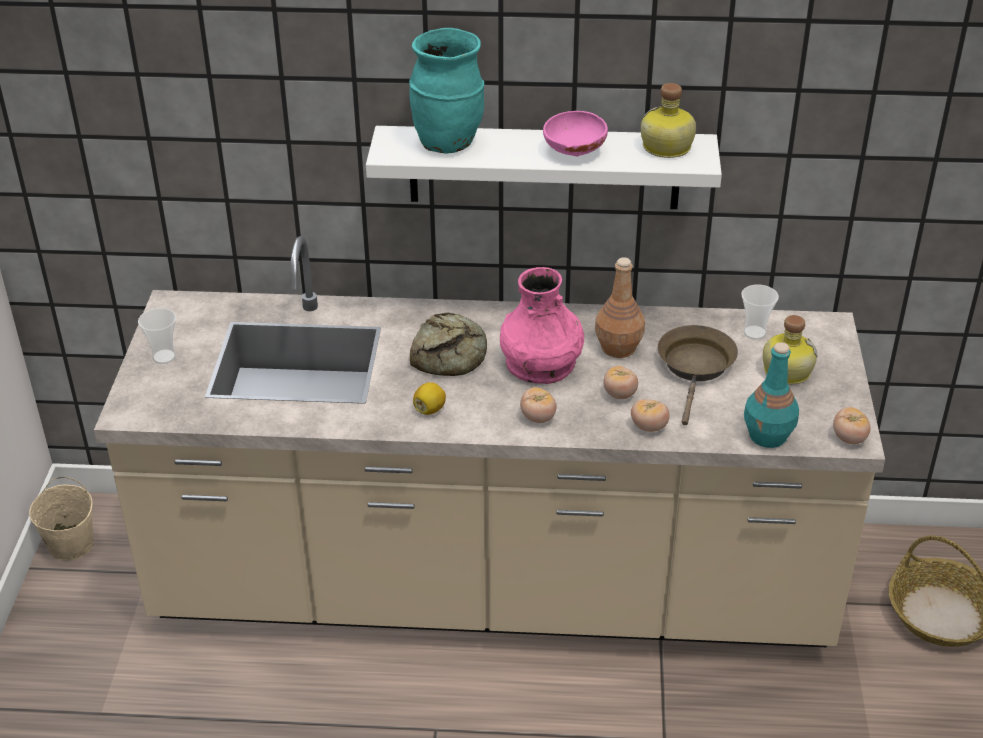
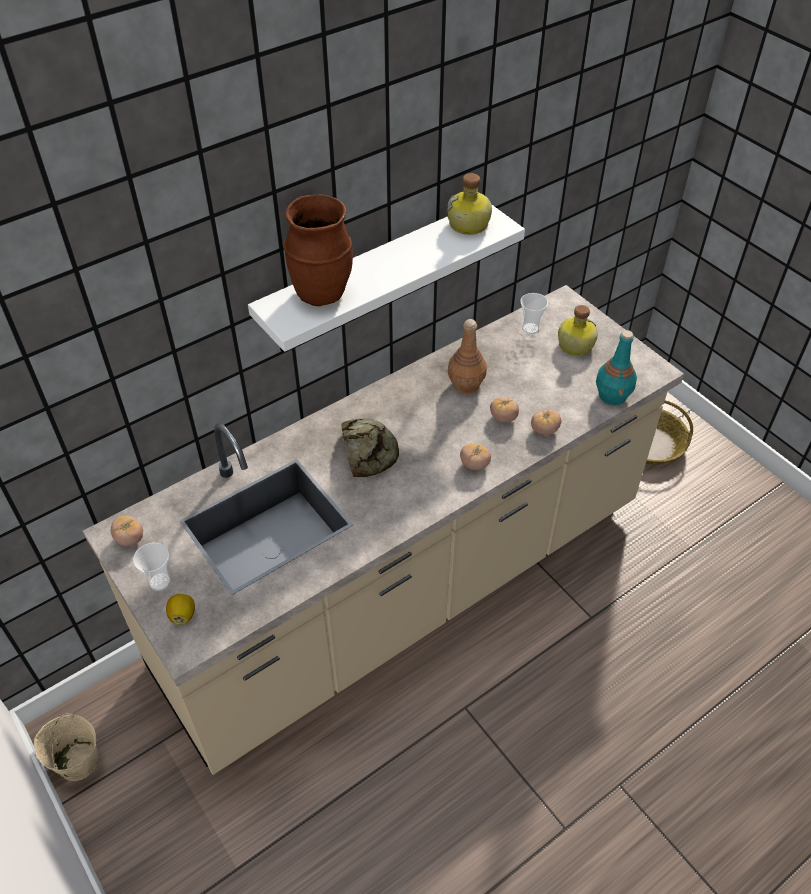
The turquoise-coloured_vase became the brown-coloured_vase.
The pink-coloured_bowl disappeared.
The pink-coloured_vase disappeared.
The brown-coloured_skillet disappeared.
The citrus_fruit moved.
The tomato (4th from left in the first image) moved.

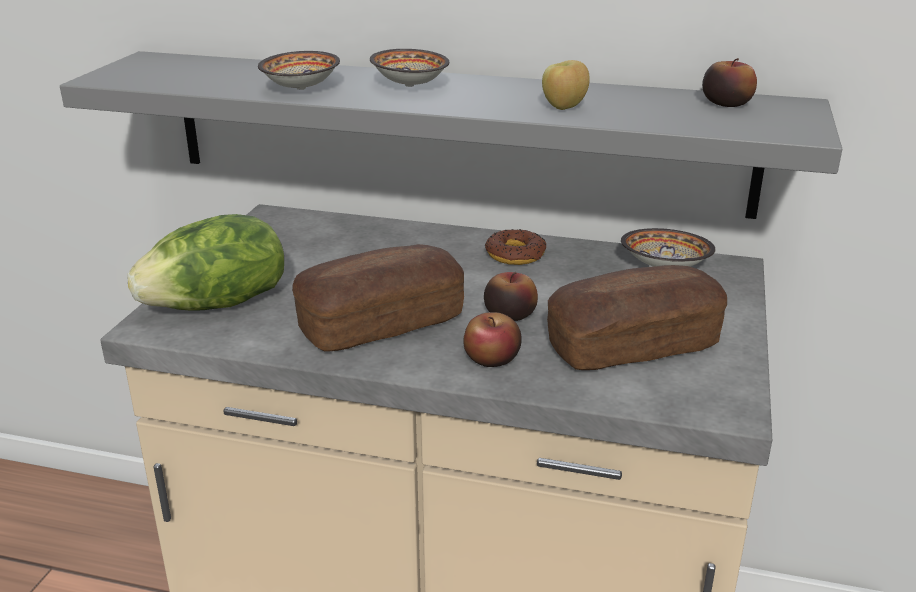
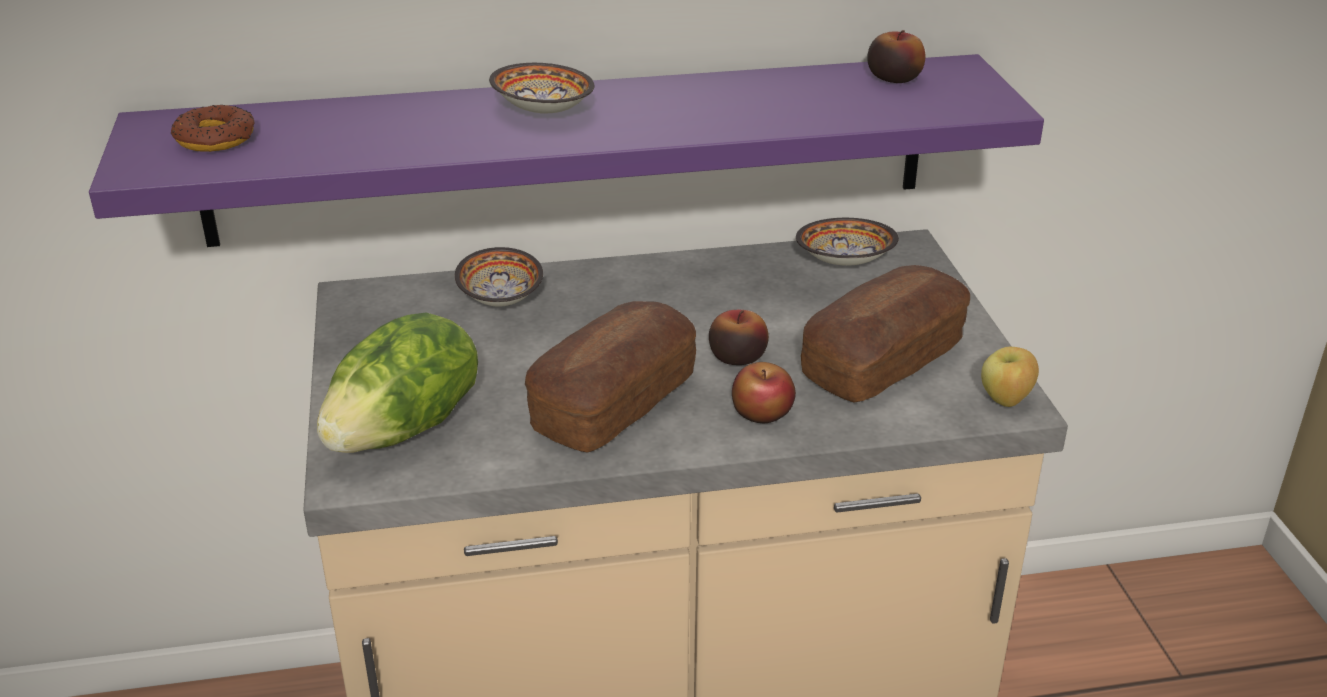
The grey_shelf became the purple_shelf.
The bowl (1st from left) moved.
The apple (3rd from left in the first image) moved.
The ring_doughnut moved.

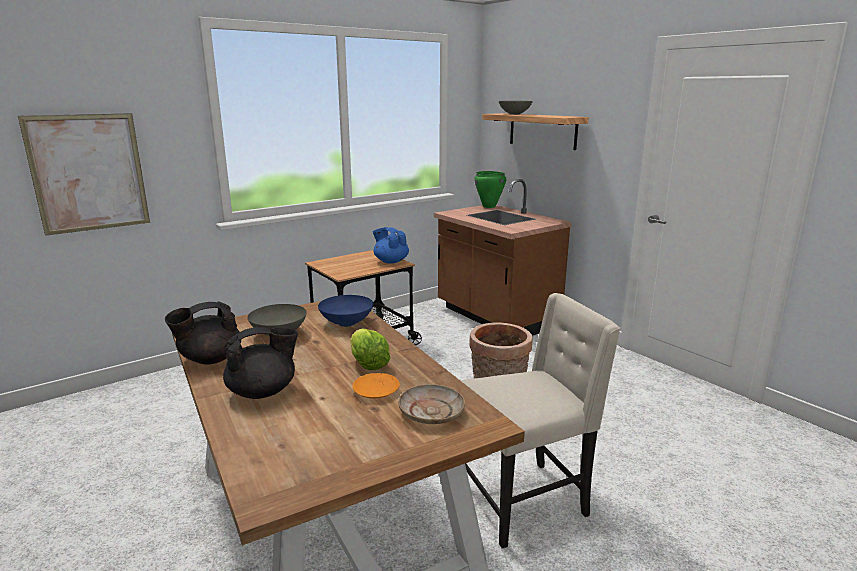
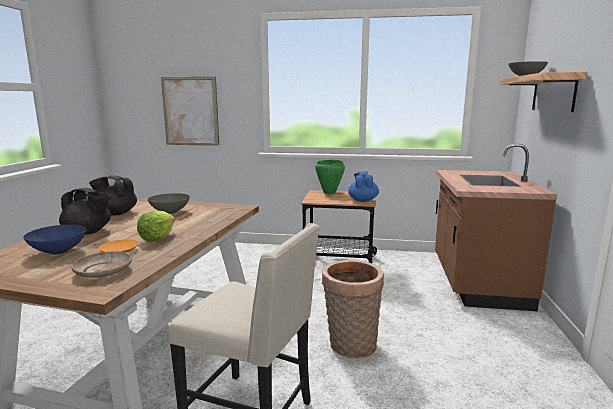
The greenish_saucepot moved.
The blue-coloured_bowl moved.

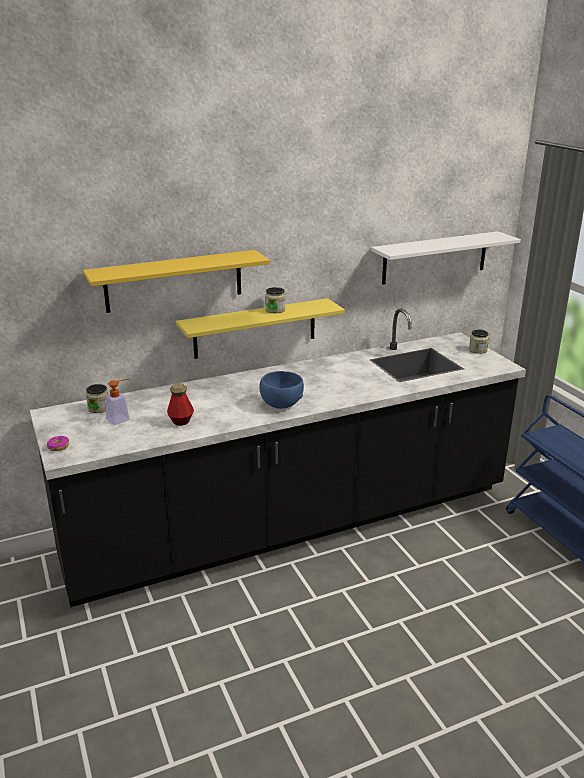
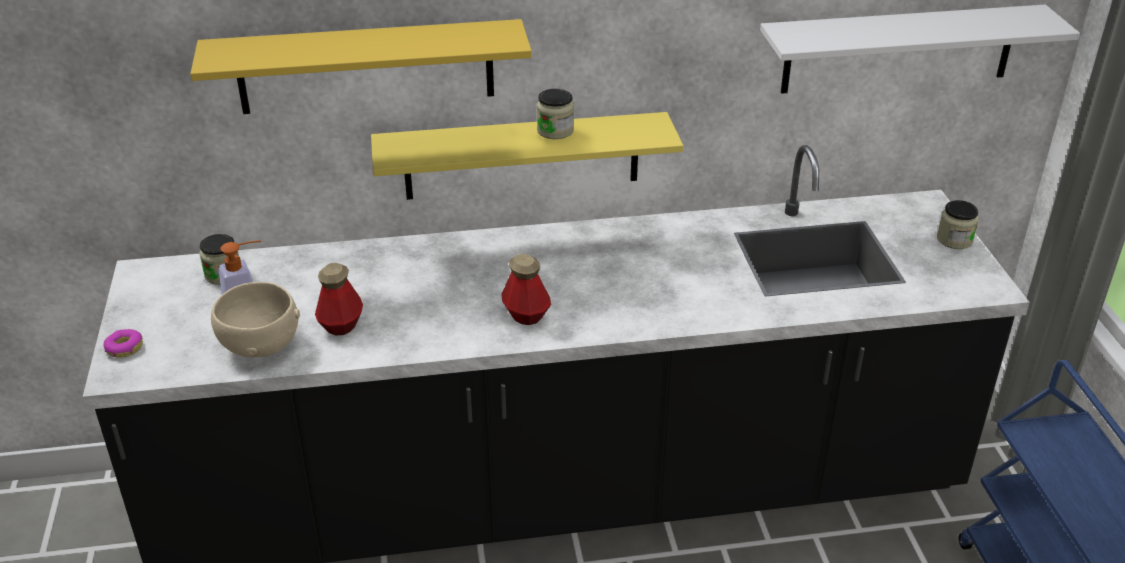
The blue-coloured_bowl was replaced by the beverage_bottle (2nd from left).
The beige-coloured_bowl appeared.

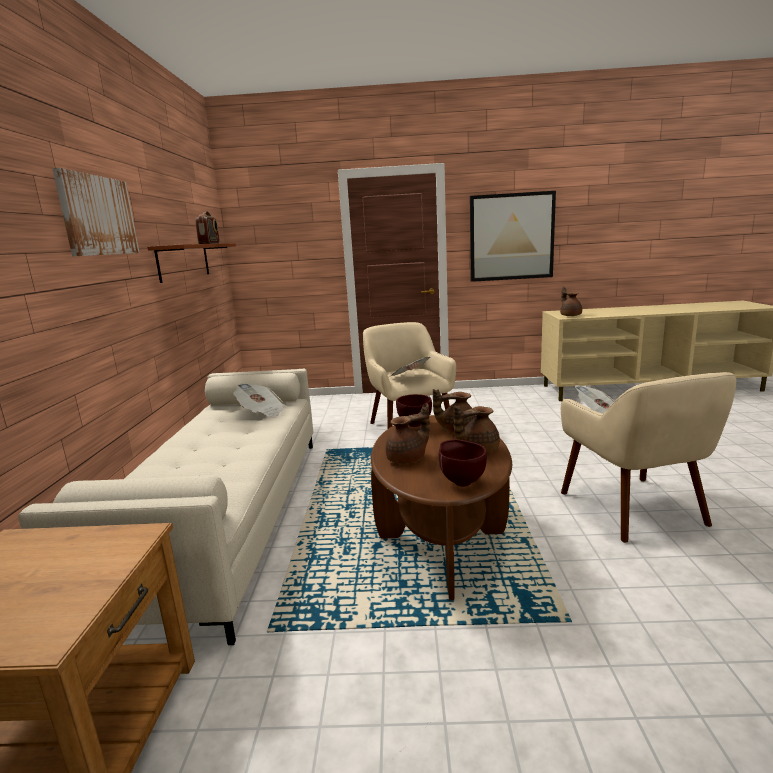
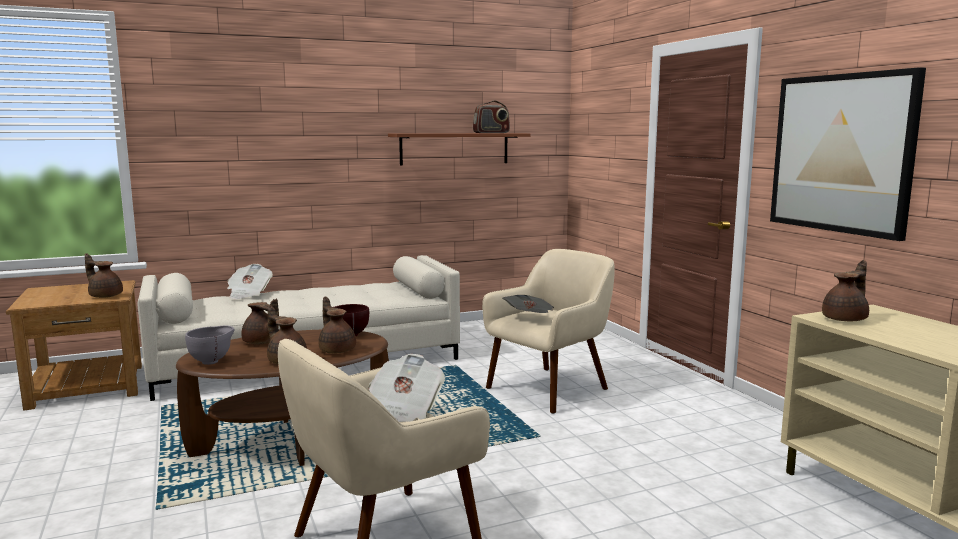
The wall_art (1st from left) disappeared.
The printed_paper (1st from left) moved.
The brown-coloured_bowl (2nd from left) became the grey_bowl.
The brown-coloured_tea_pot (1st from left) appeared.

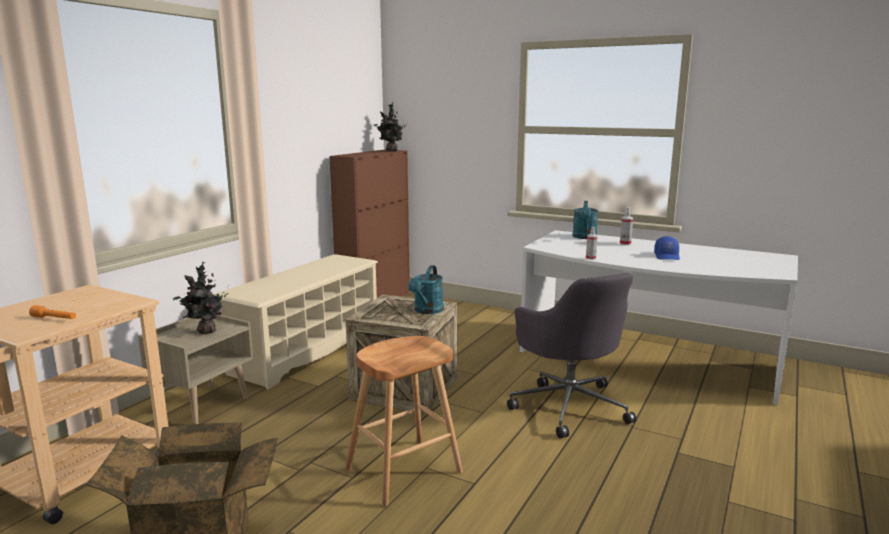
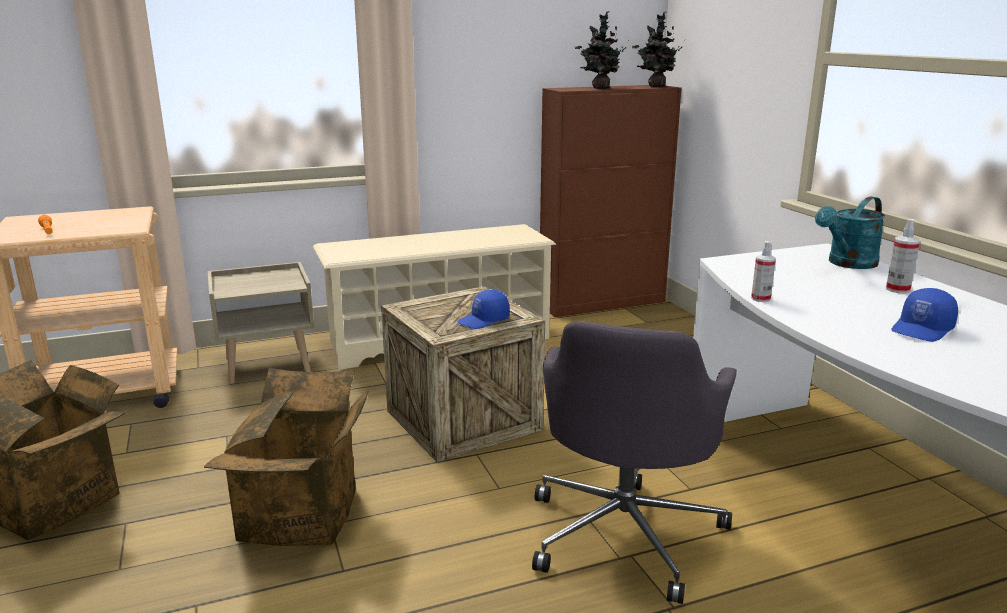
The plant_in_a_pot (1st from left) moved.
The turquoise-coloured_watering_pot (1st from left) was replaced by the blue-coloured_cap (1st from left).
The brown-coloured_stool_seat was replaced by the cardboard_box (2nd from left).

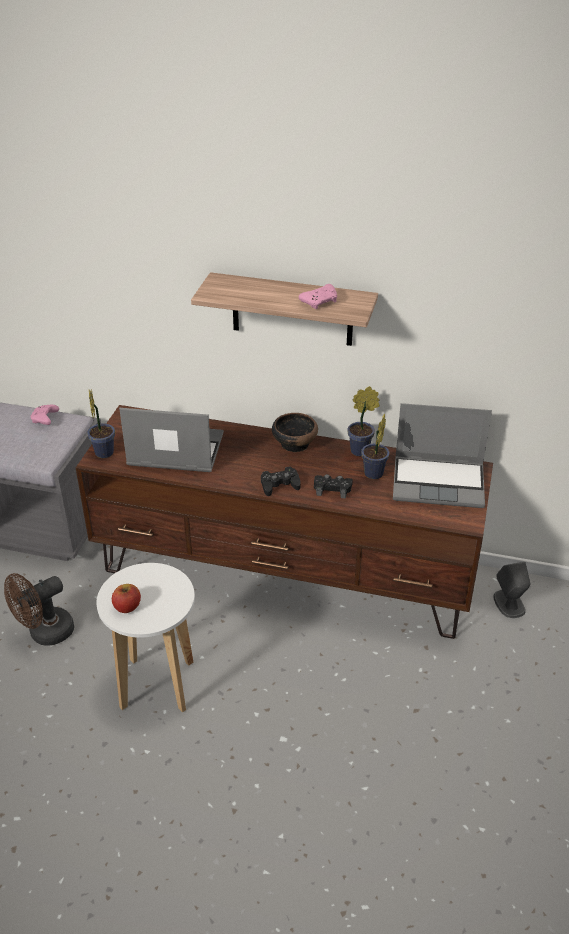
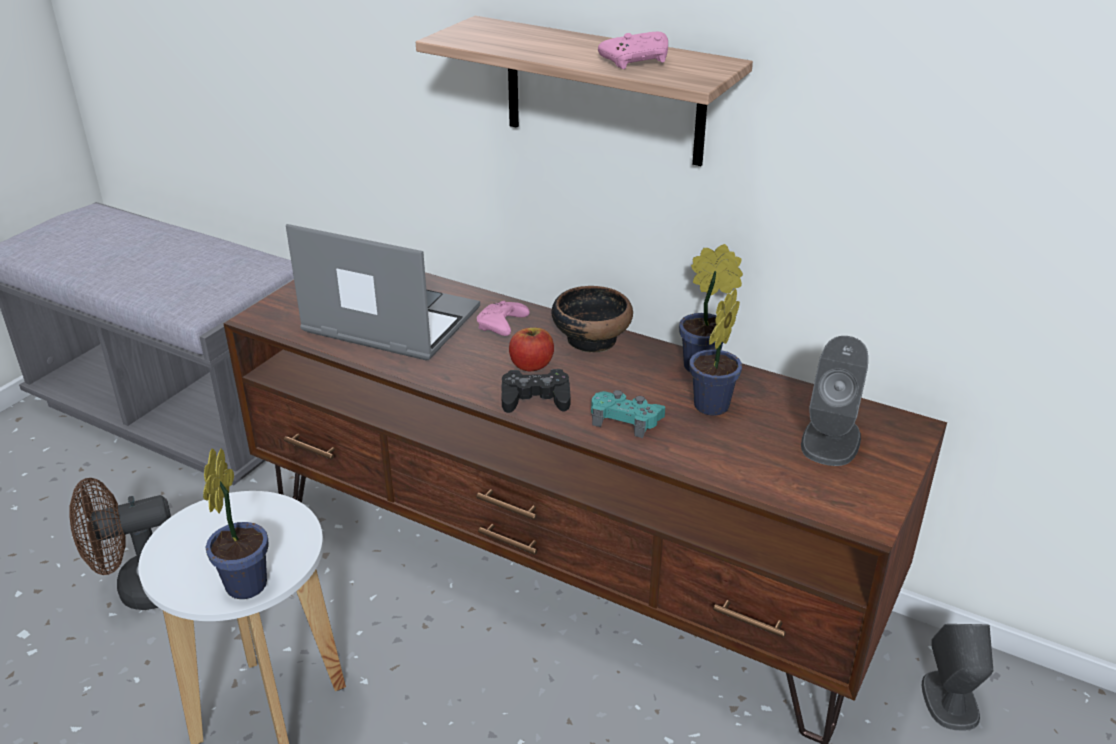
The plant_in_a_pot (1st from left) moved.
The notebook_computer (2nd from left) was replaced by the grey_audio_speaker (1st from left).
The pink-coloured_gamepad (1st from left) moved.
The blackish_gamepad (2nd from left) became the turquoise-coloured_gamepad.
The apple moved.

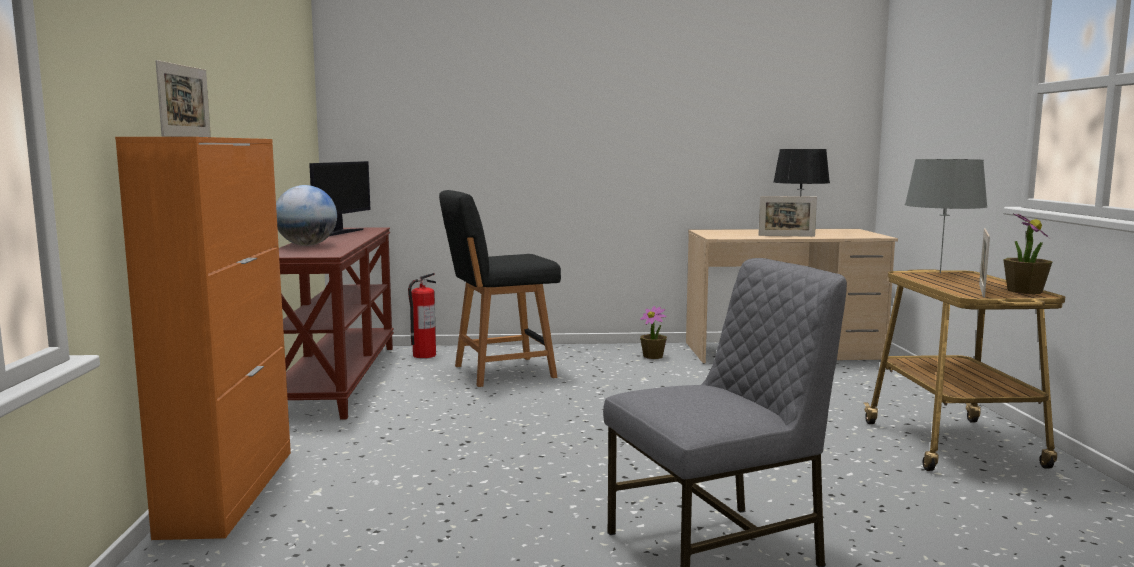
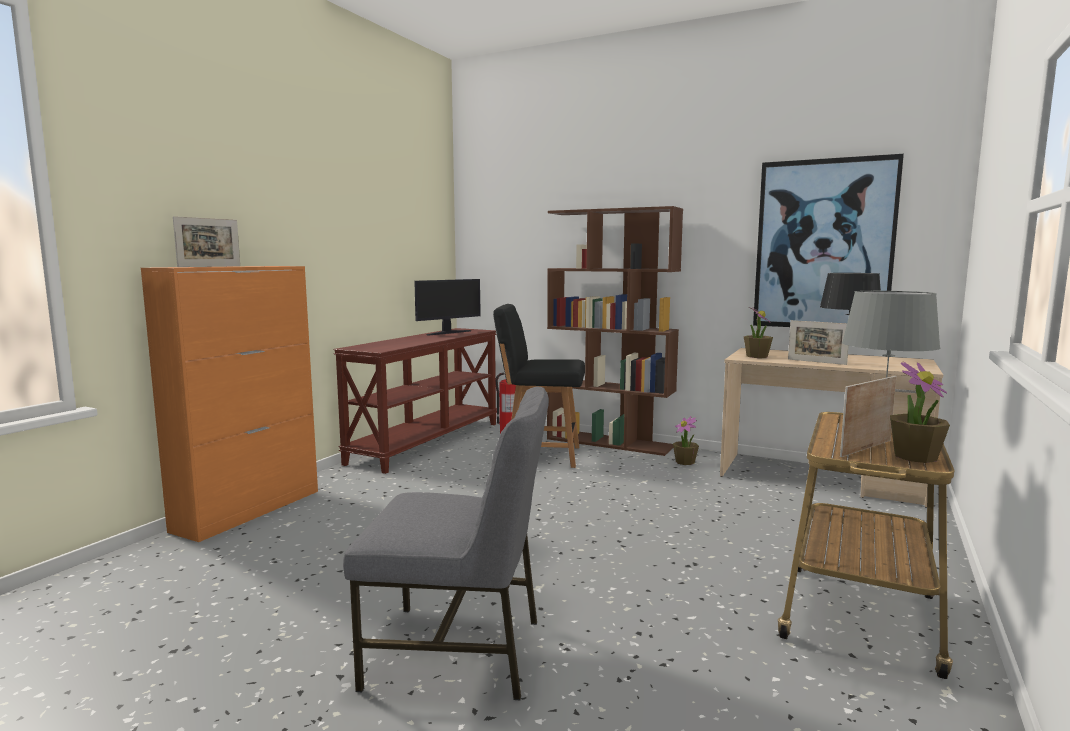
The globe disappeared.
The wall_art appeared.
The brown-coloured_shelving_unit appeared.
The plant_in_a_pot (2nd from left) appeared.

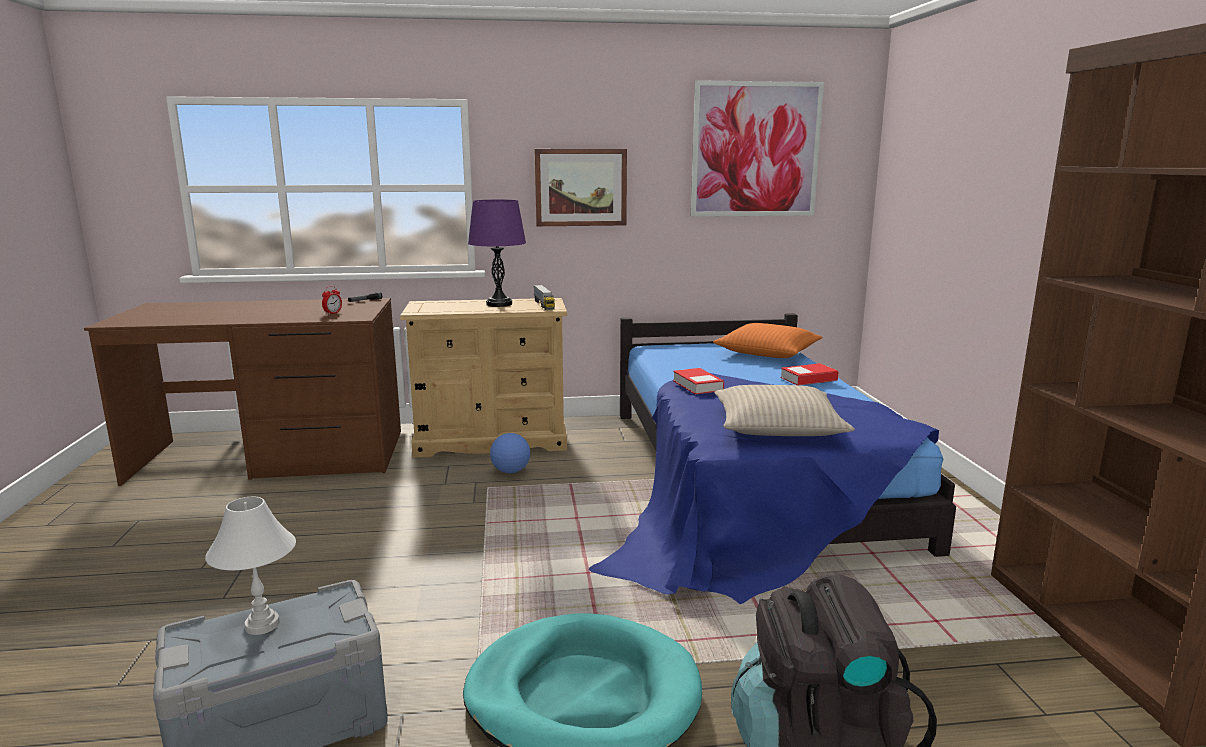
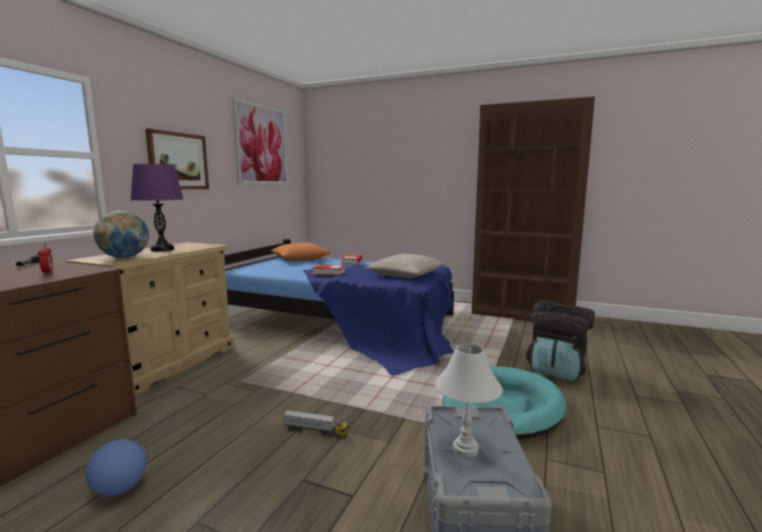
The toy_truck moved.
The ball_for_football moved.
The globe appeared.

